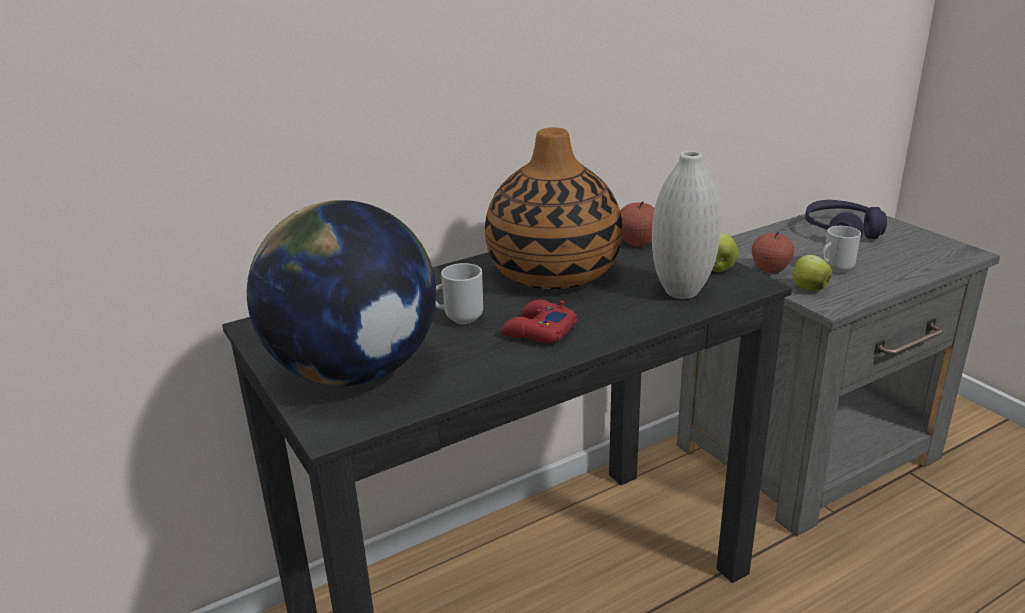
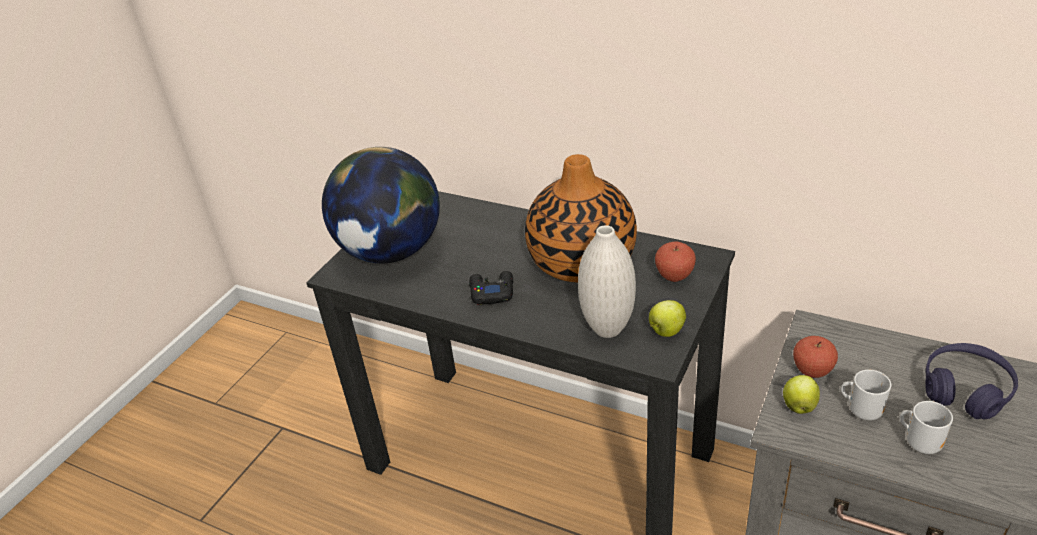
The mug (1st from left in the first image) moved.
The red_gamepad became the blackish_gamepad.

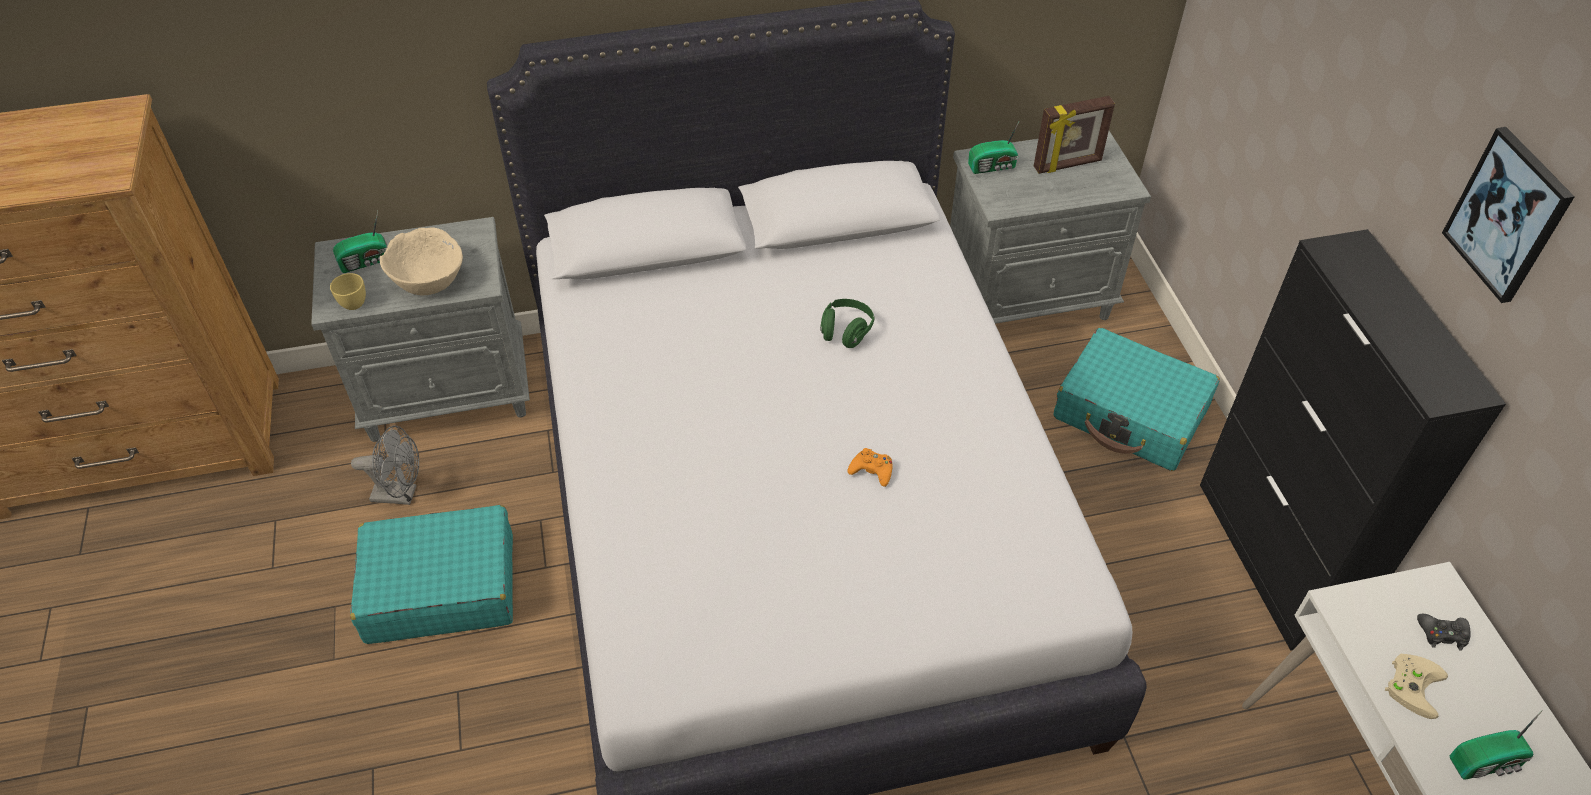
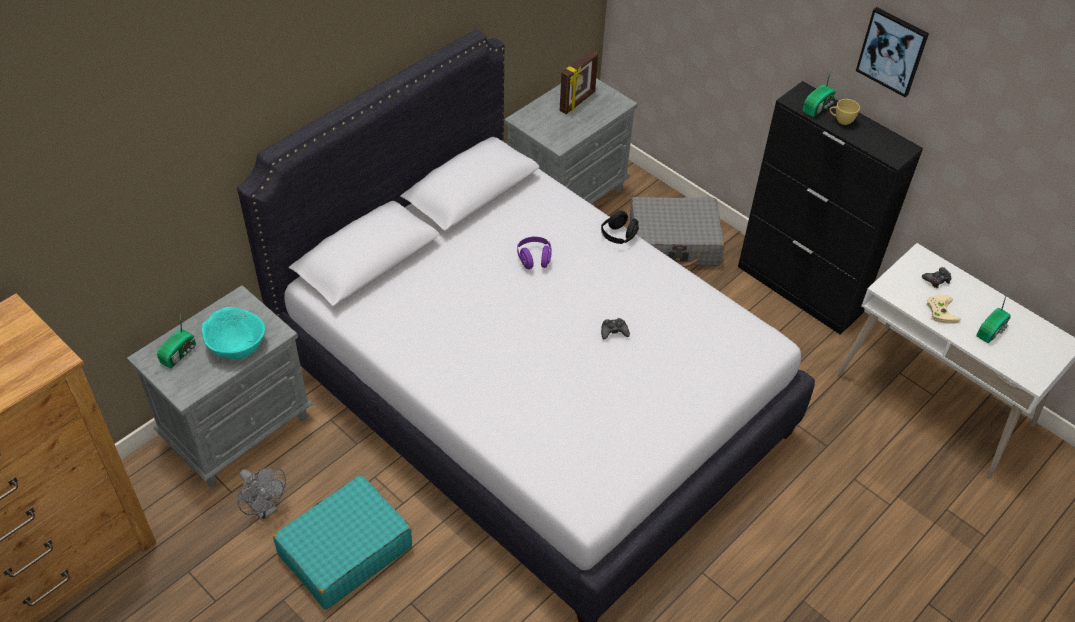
The radio_receiver (2nd from left) moved.
The beige-coloured_bowl became the turquoise-coloured_bowl.
The yellow_small_cup moved.
The greenish_headphones became the purple_headphones.
The turquoise-coloured_suitcase (2nd from left) became the grey_suitcase.
The grey_fan turned 75 degrees clockwise.
The orange_gamepad became the blackish_gamepad (1st from left).
The blackish_headphones appeared.

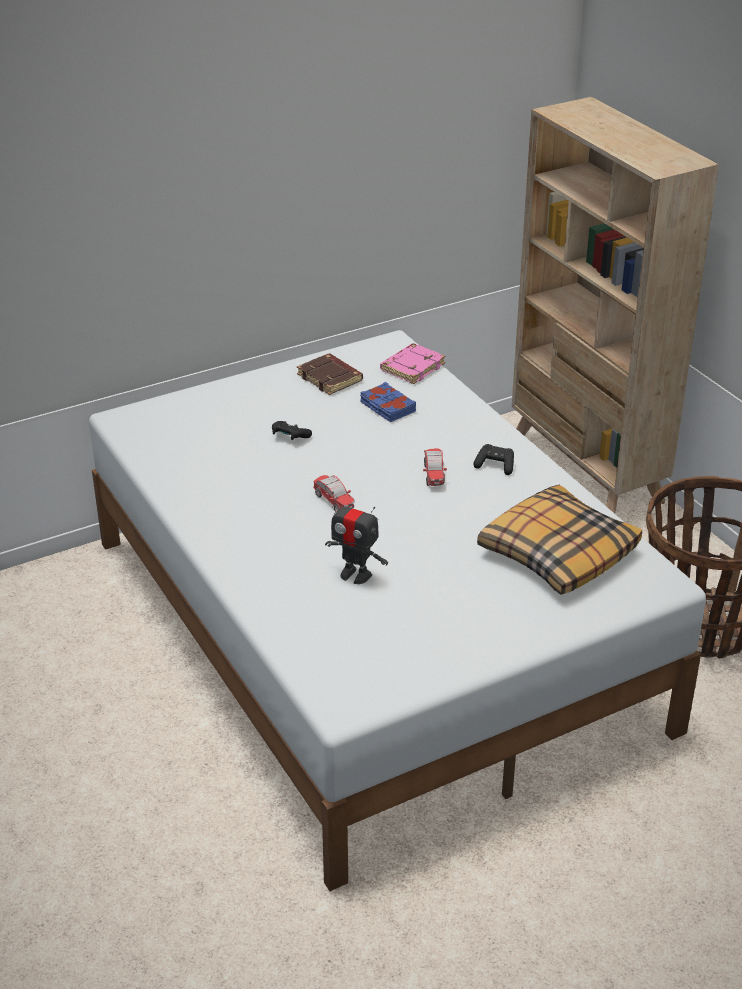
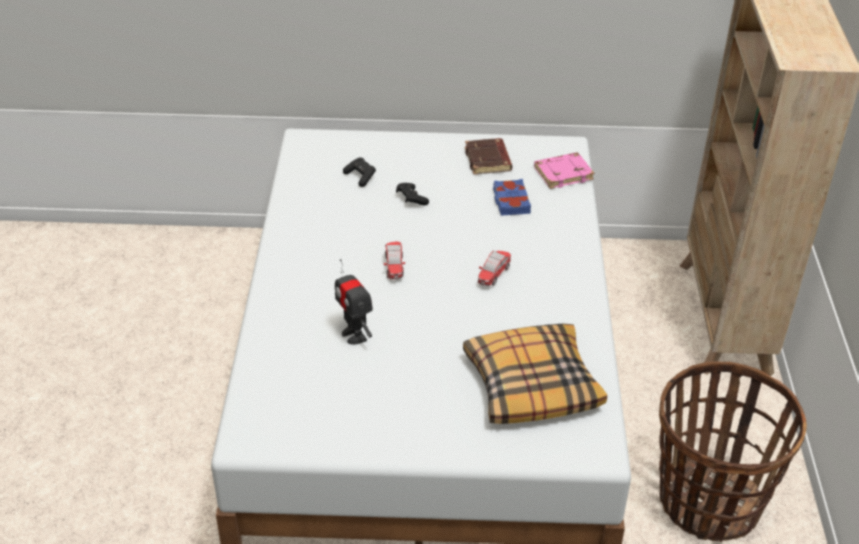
The blackish_gamepad (2nd from left in the first image) moved.

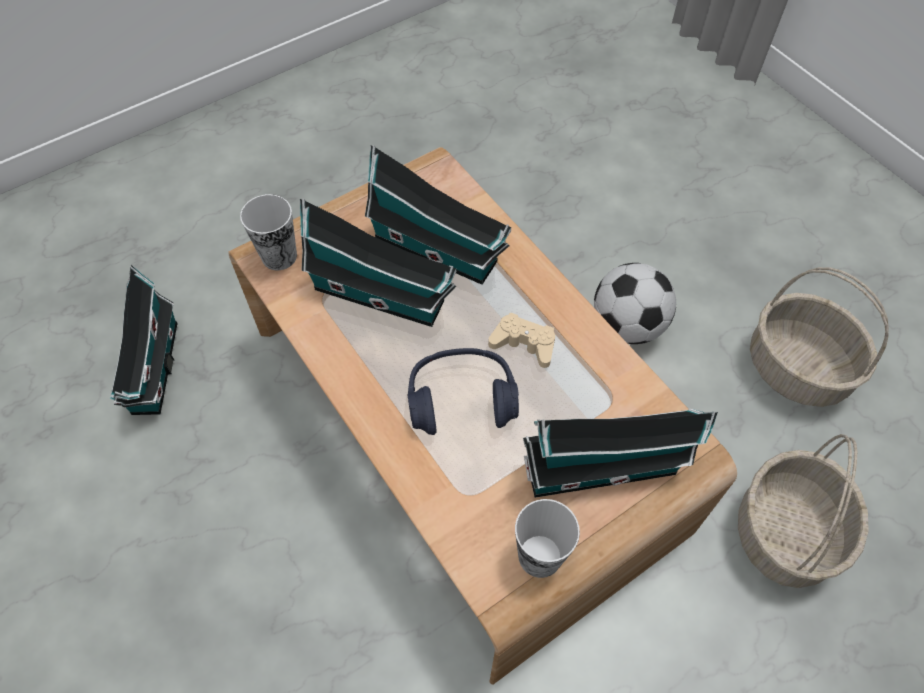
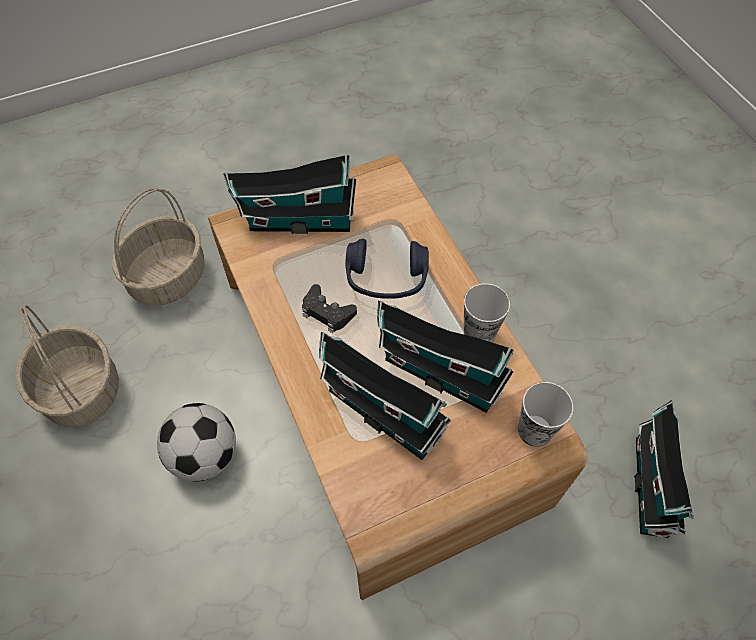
The beige-coloured_gamepad became the blackish_gamepad.
The small_cup (2nd from left in the first image) moved.

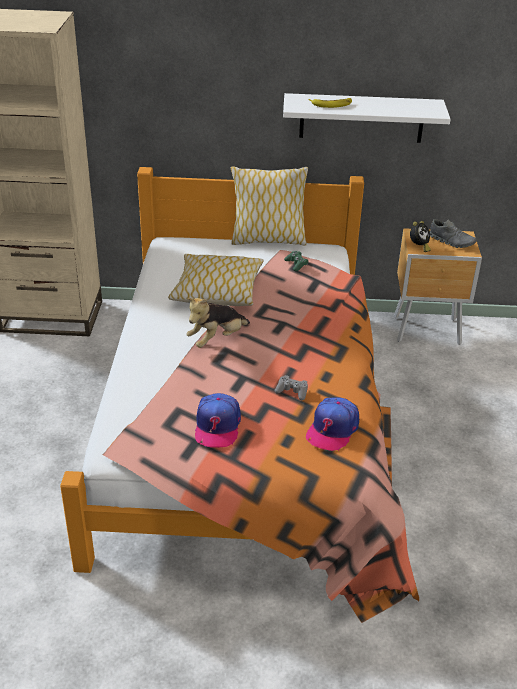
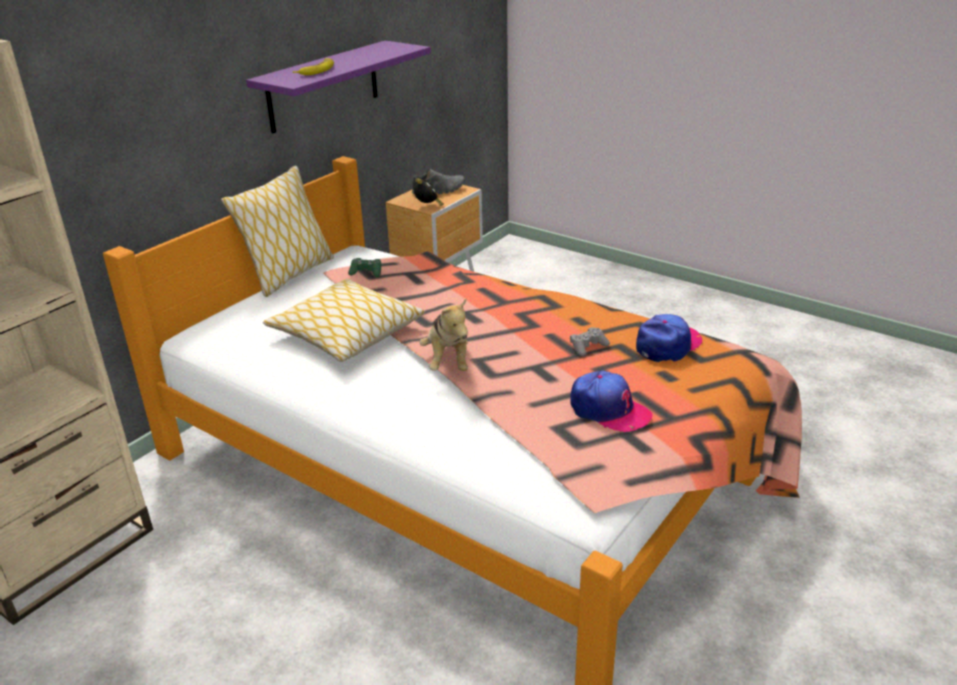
The white-coloured_shelf became the purple_shelf.
The cap (2nd from left) turned 105 degrees counterclockwise.

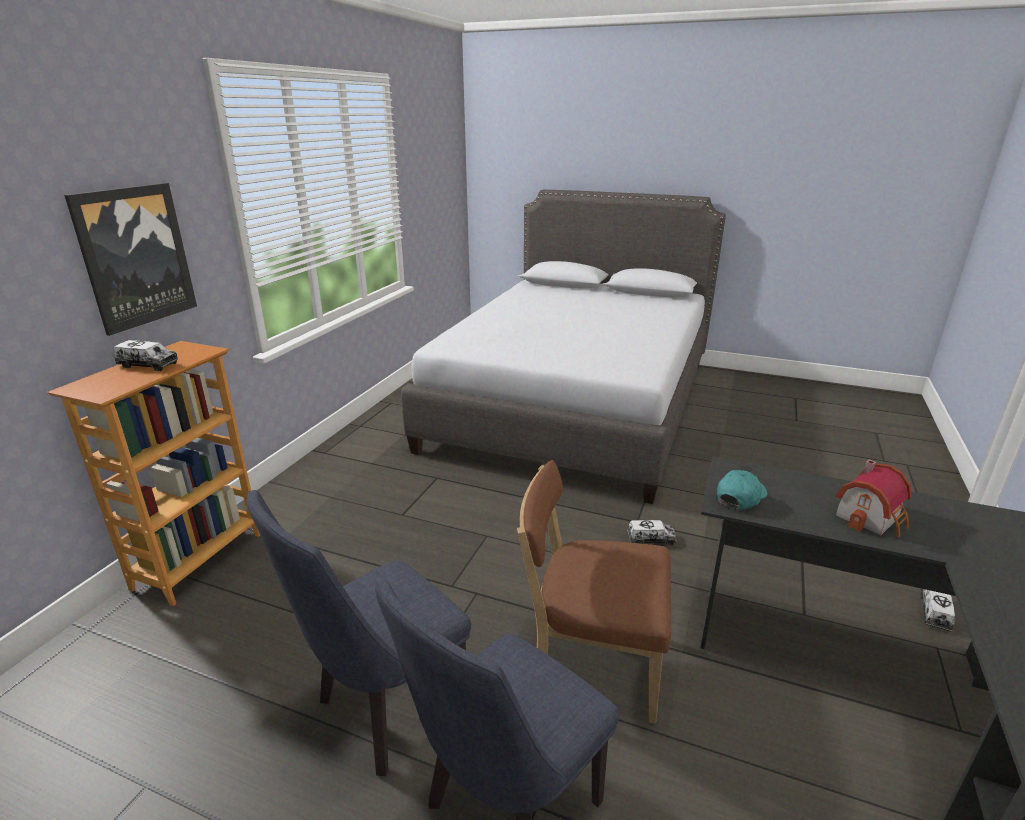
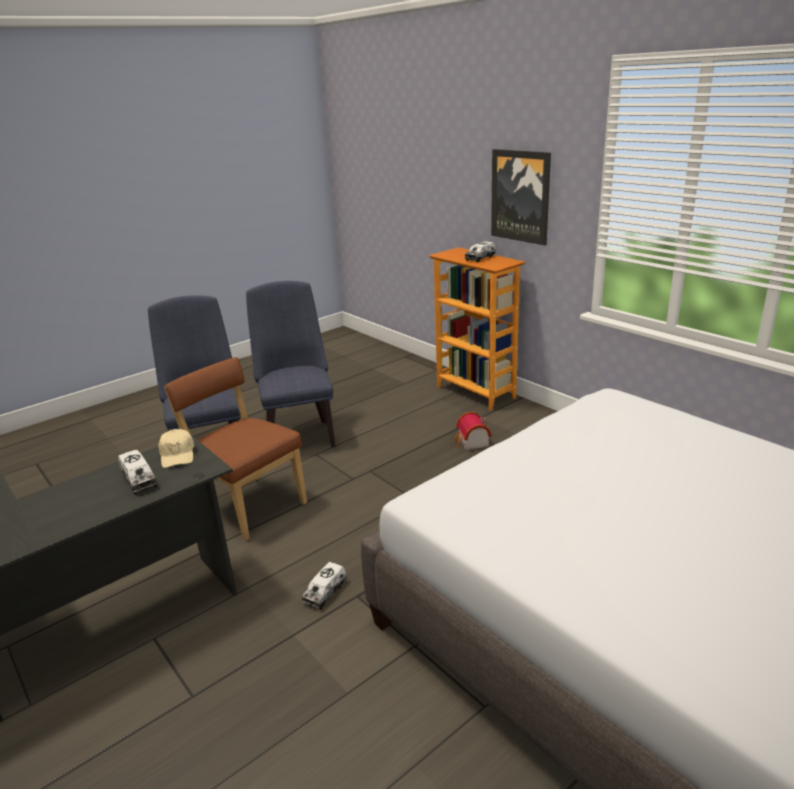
The brown-coloured_plain_chair turned 90 degrees counterclockwise.
The miniature_house moved.
The turquoise-coloured_cap became the beige-coloured_cap.
The toy_truck (3rd from left in the first image) moved.

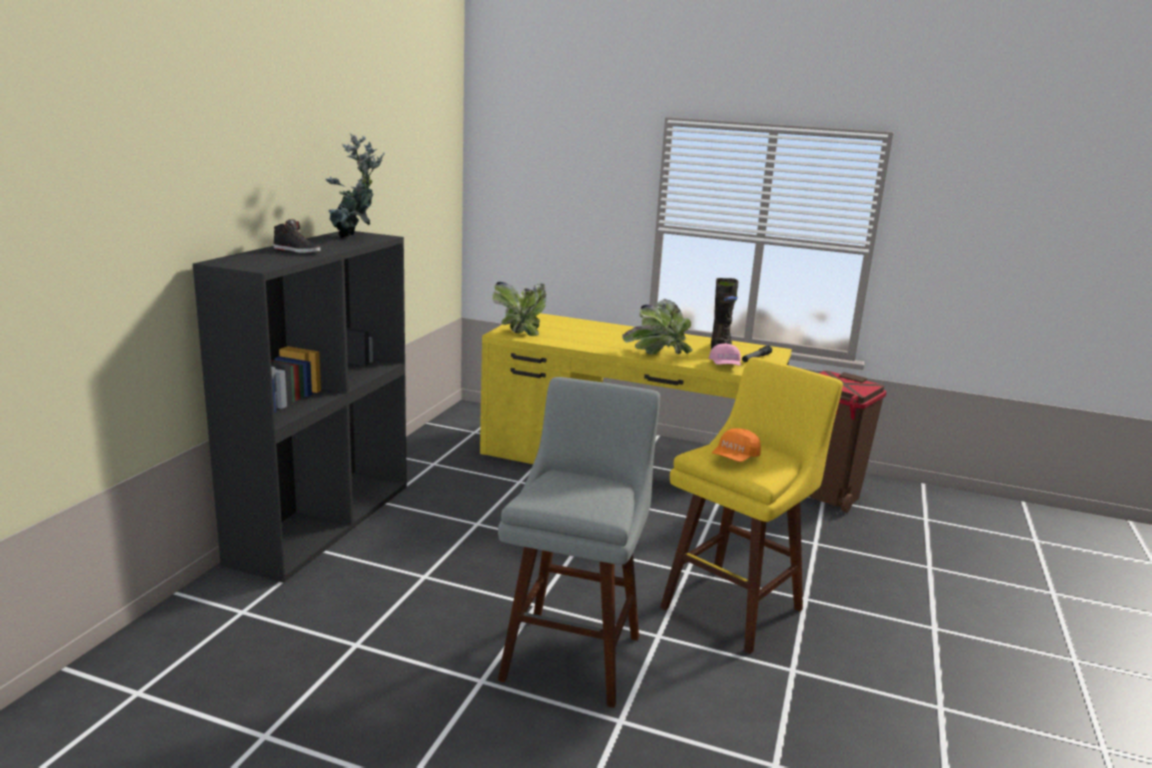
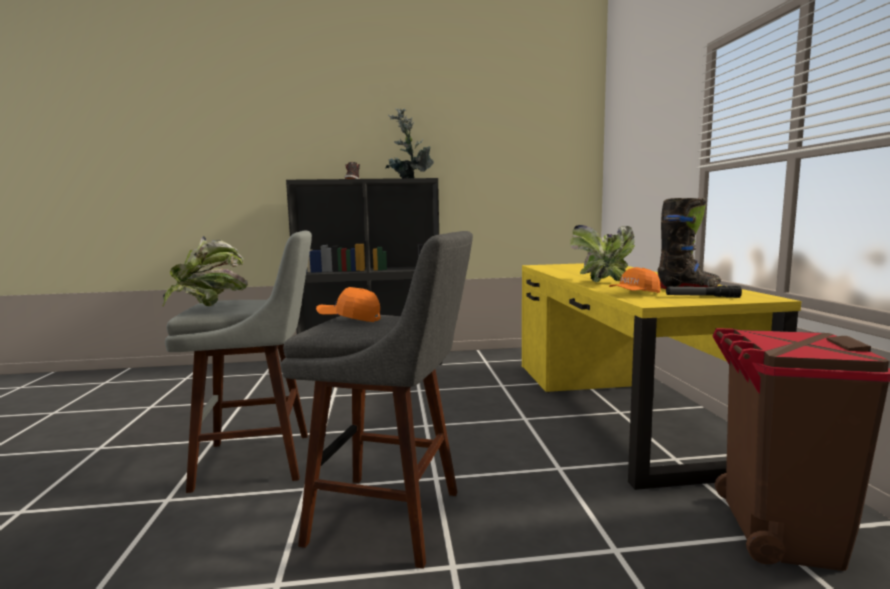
The plant_in_a_pot (2nd from left in the first image) moved.
The pink-coloured_cap became the orange_cap (2nd from left).
The yellow_stool_seat became the grey_stool_seat (2nd from left).

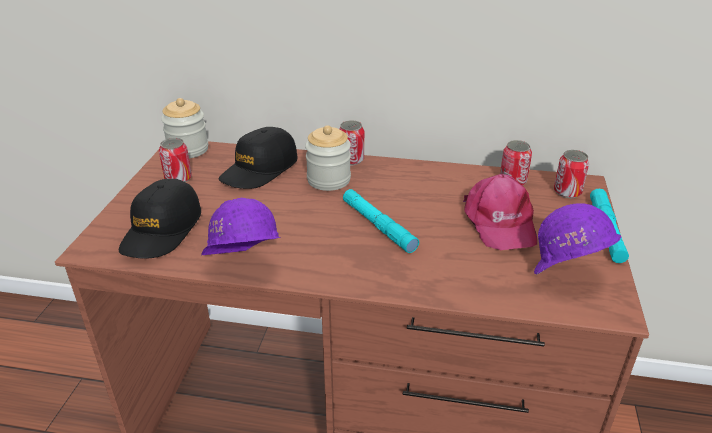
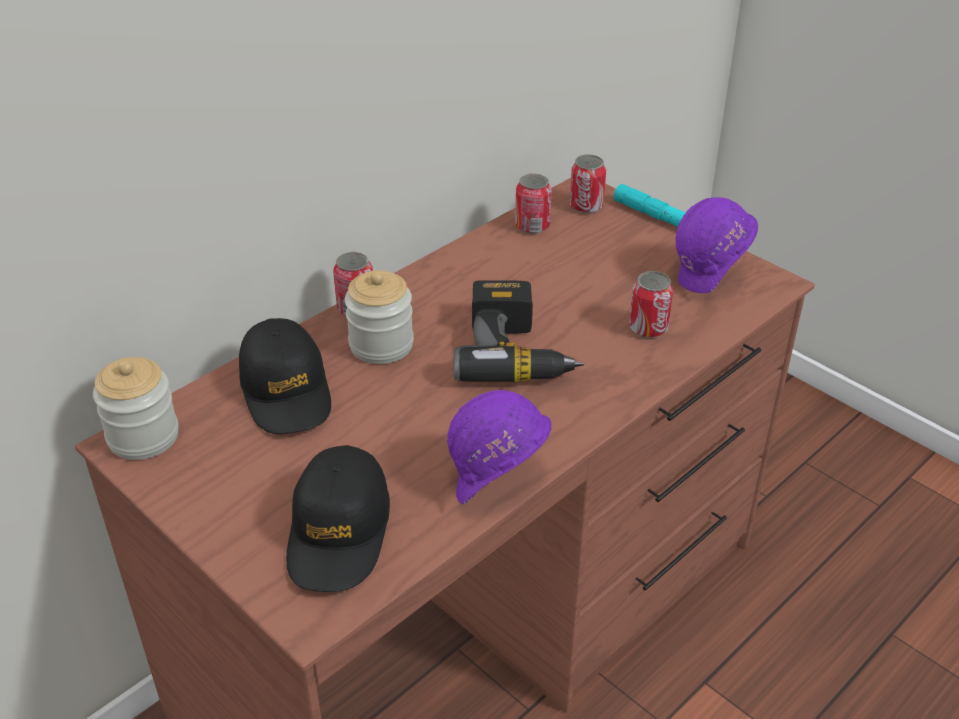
The sealed_can (1st from left in the first image) moved.
The pink-coloured_cap disappeared.
The blackish_cap (1st from left in the first image) turned 45 degrees clockwise.
The turquoise-coloured_torch (1st from left) was replaced by the electric_drill.

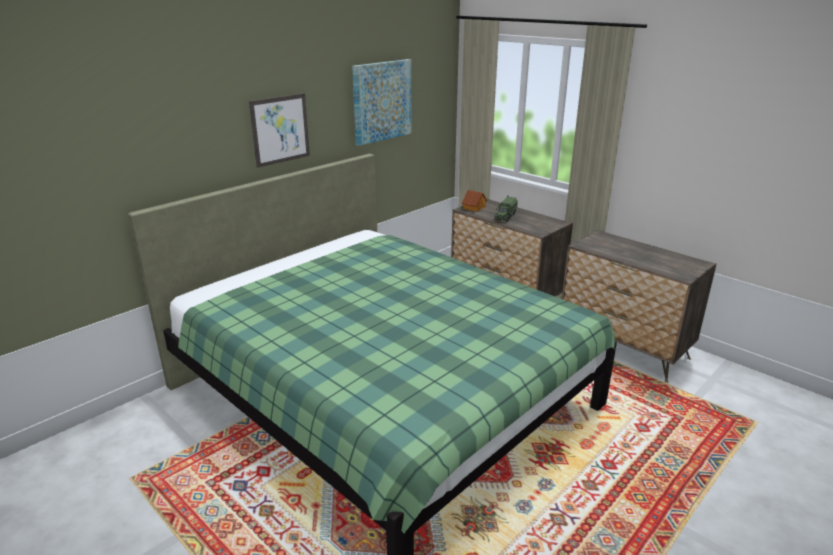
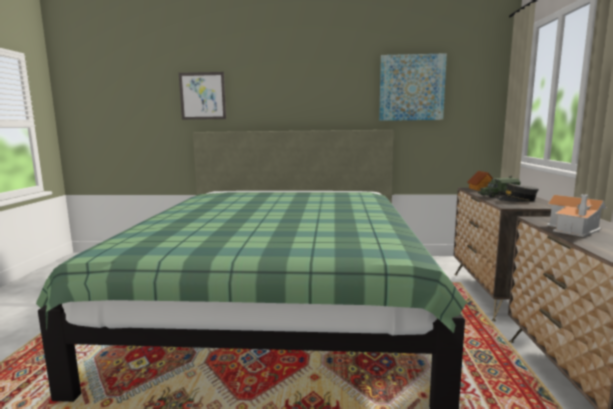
The wall_art (1st from left) moved.
The grey_cap appeared.
The miniature_house (2nd from left) appeared.

